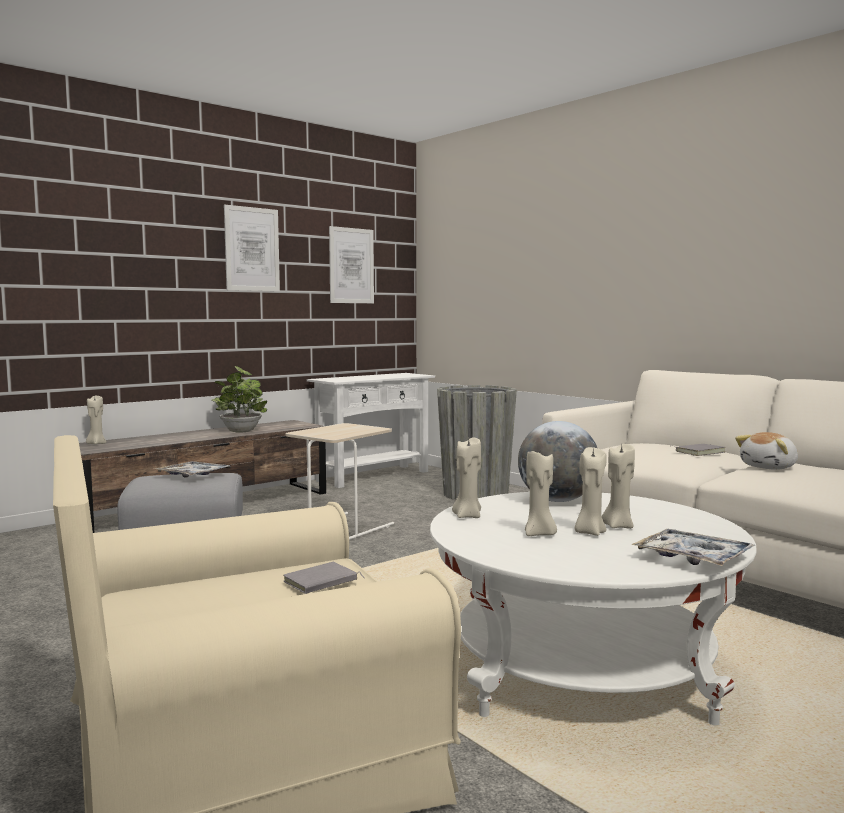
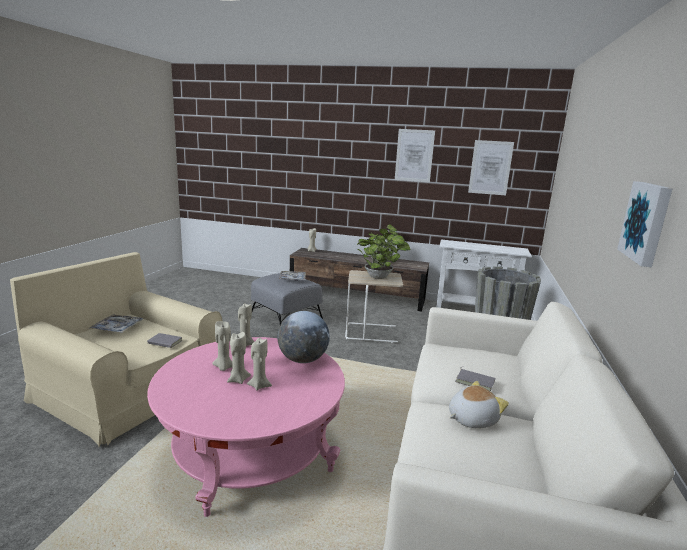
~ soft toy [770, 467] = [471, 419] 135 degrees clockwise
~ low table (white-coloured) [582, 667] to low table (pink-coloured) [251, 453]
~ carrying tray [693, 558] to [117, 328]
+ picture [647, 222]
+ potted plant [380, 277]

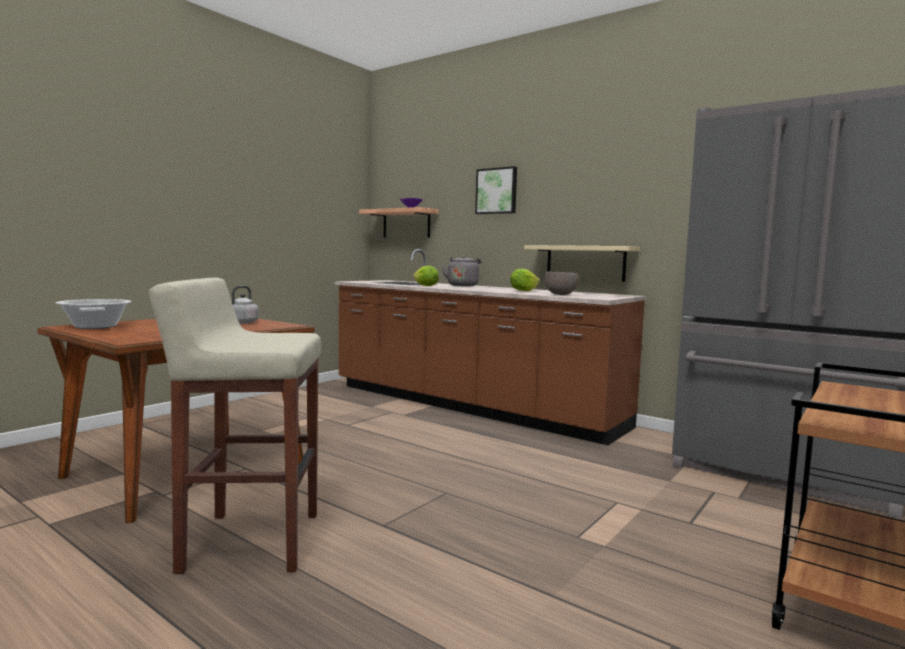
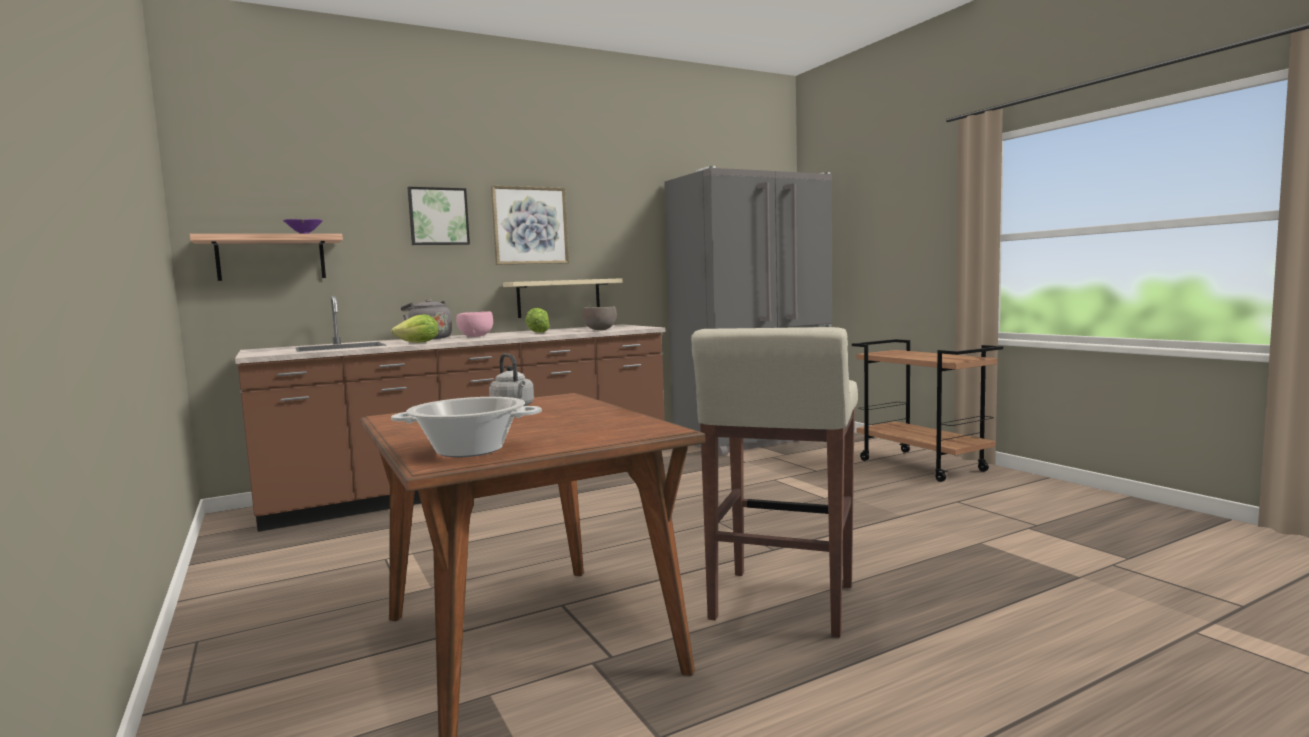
+ picture [530, 225]
+ serving bowl (pink-coloured) [476, 336]

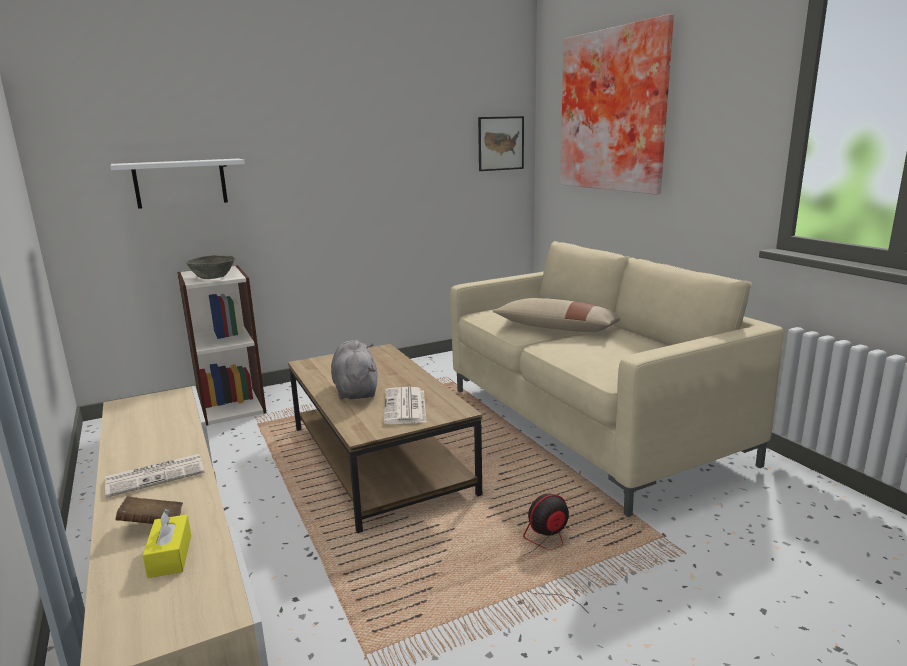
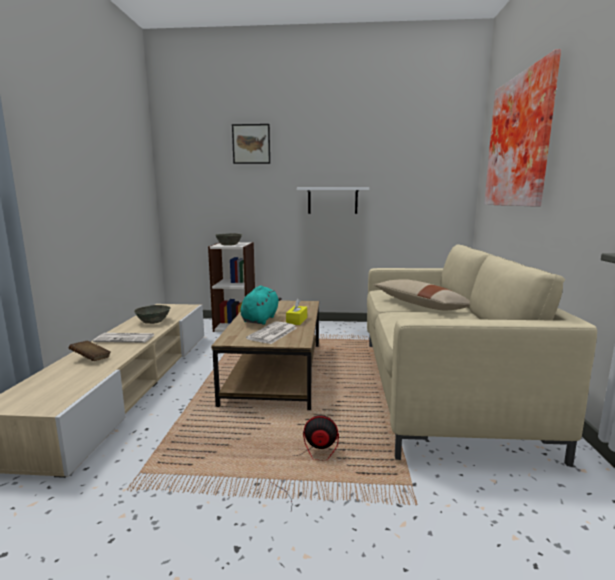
~ picture [500, 143] to [251, 144]
~ shelf (white-coloured) [180, 183] to [332, 200]
~ soft toy (gray) [355, 390] to soft toy (turquoise) [260, 319]
~ tissue box (yellow-coloured) [170, 556] to [296, 320]
+ serving bowl (gray) [153, 321]

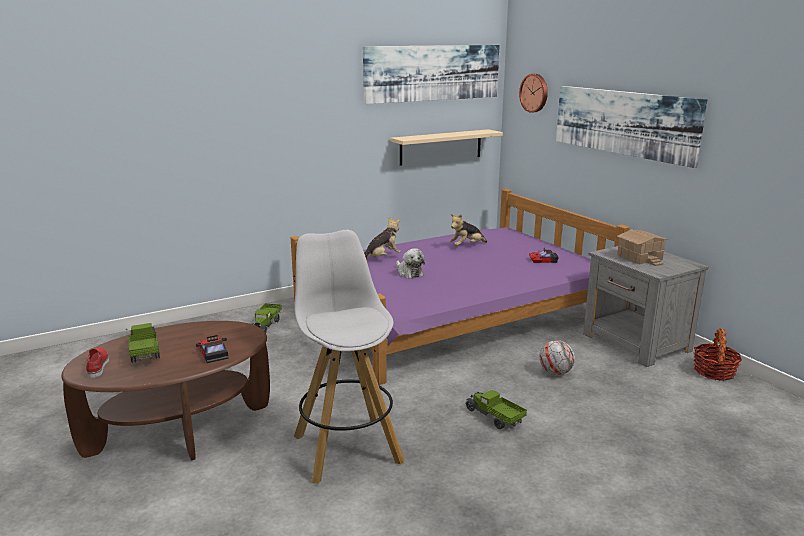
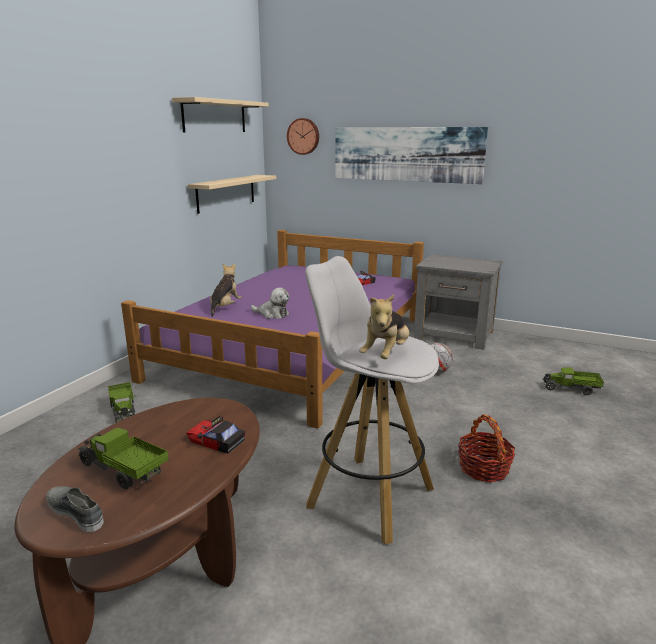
~ picture [433, 73] to shelf (sand-coloured) [214, 116]
~ soft toy [467, 246] to [386, 354]
- toy house [640, 257]
~ household basket [714, 372] to [484, 468]
~ item of footwear (red-coloured) [97, 365] to item of footwear (gray) [76, 512]
~ toy truck [494, 418] to [571, 389]

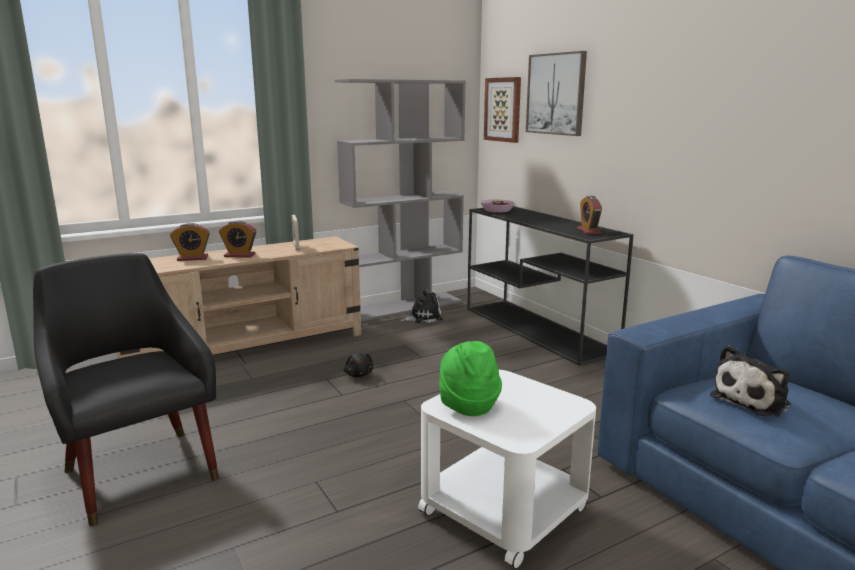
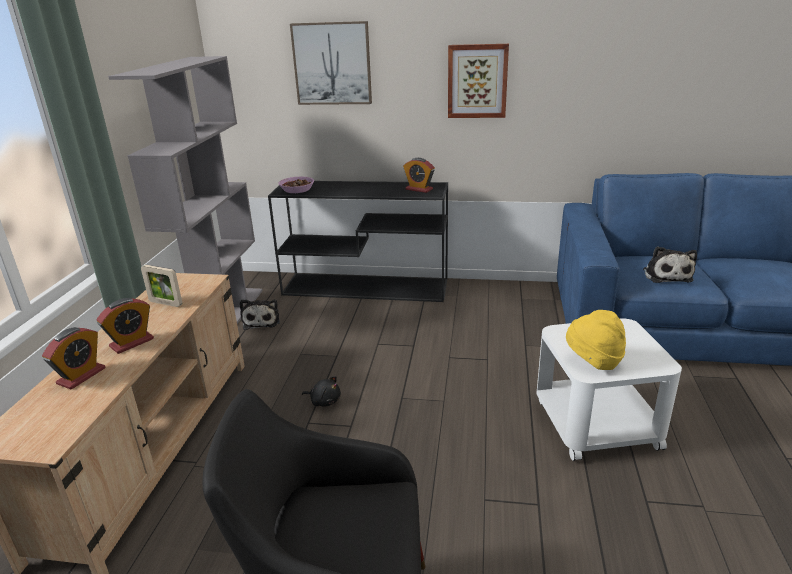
~ picture [503, 109] to [477, 81]
~ soft toy [423, 317] = [261, 321] 150 degrees clockwise
~ hat (green) [467, 404] to hat (yellow-coloured) [593, 361]

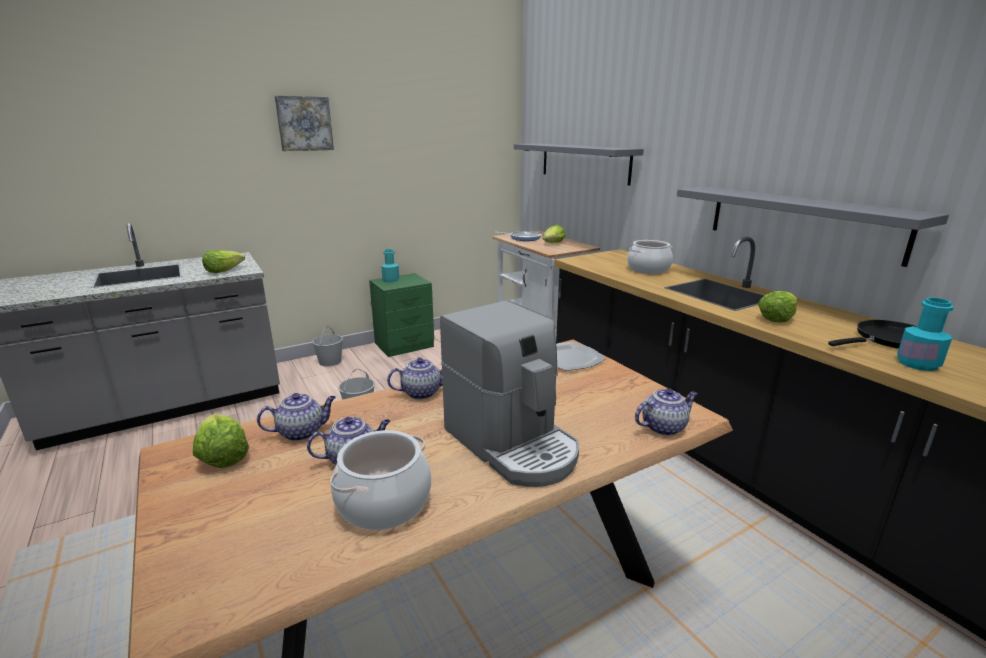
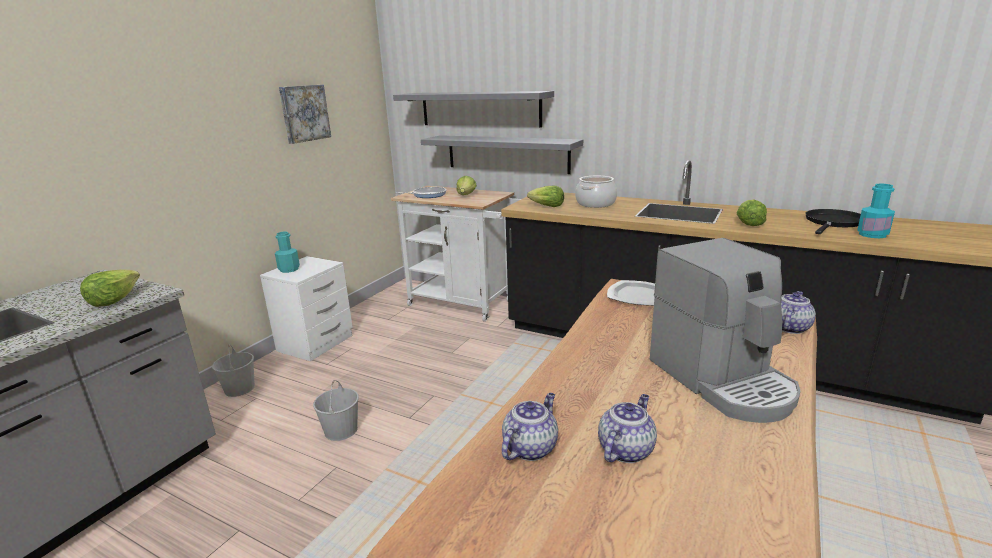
~ picture [304, 123] to [304, 113]
~ shelf (gray) [801, 222] to [507, 153]
~ bedside table (green) [405, 345] to bedside table (white-coloured) [317, 343]
~ coffee brewer [513, 444] = [722, 380] 45 degrees clockwise
- teapot [422, 392]
~ lettuce [222, 456] to [546, 206]
- stockpot [384, 502]

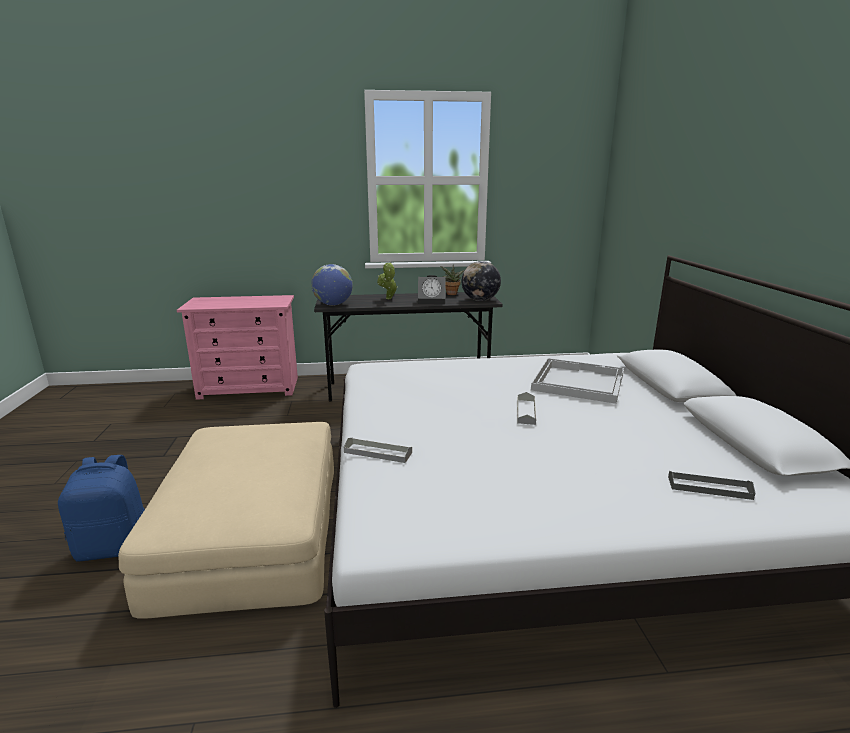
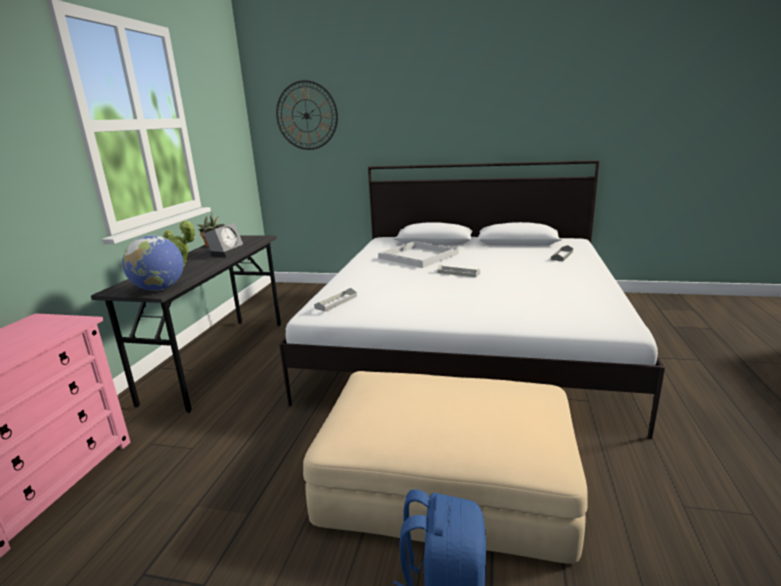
- desk globe [480, 300]
~ carrying tray (gray) [378, 452] to [336, 302]
+ clock on the wall [306, 115]

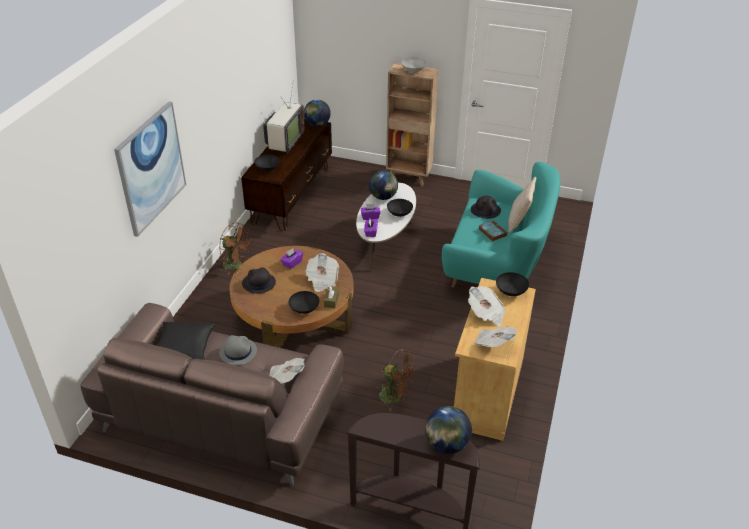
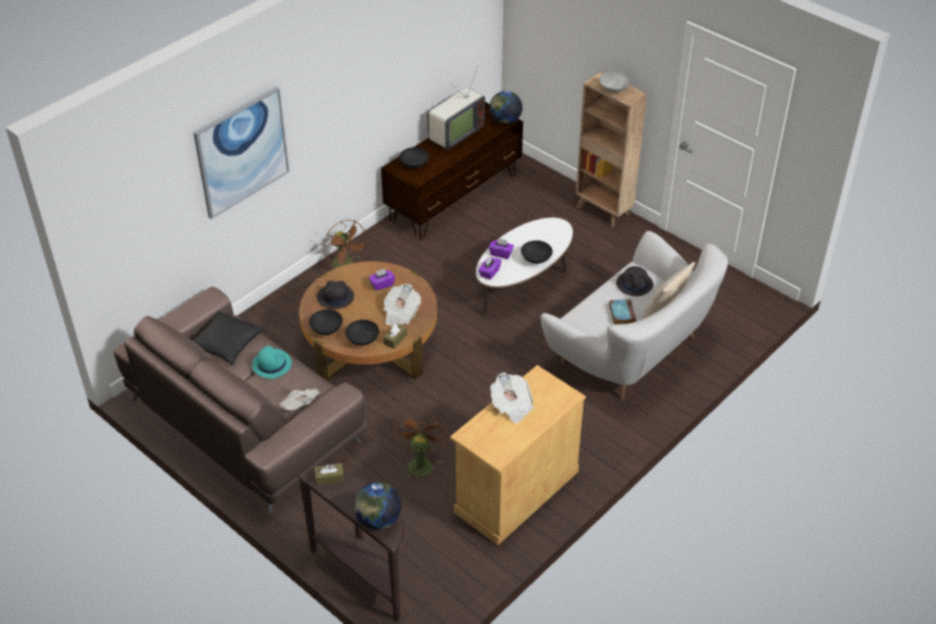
~ sofa (turquoise) [497, 264] to sofa (white-coloured) [631, 351]
- desk globe [383, 197]
~ serving bowl (black-coloured) [510, 292] to [326, 330]
- printed paper [493, 344]
~ hat (gray) [238, 351] to hat (turquoise) [271, 364]
~ cooling fan (brown-coloured) [395, 397] = [419, 462] 135 degrees counterclockwise
+ tissue box (brown-coloured) [329, 478]

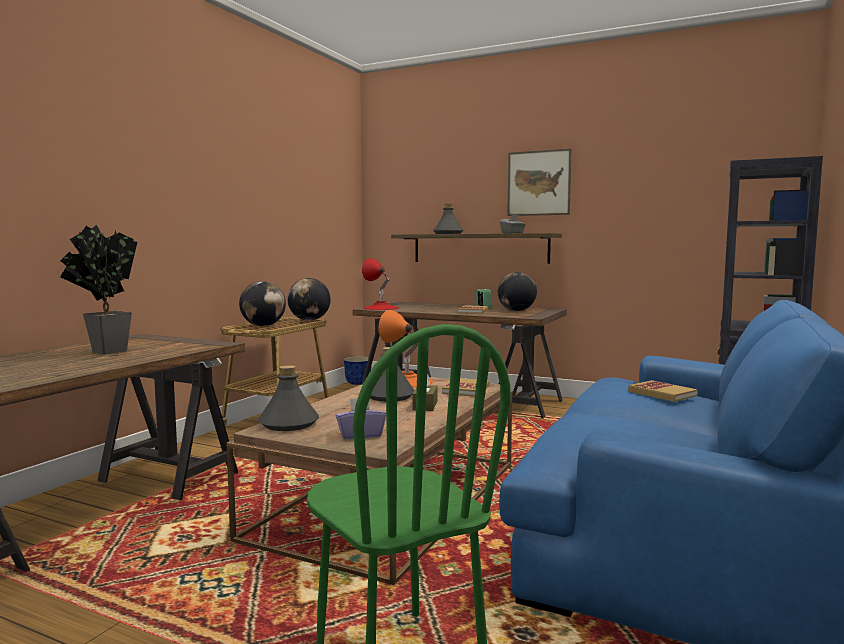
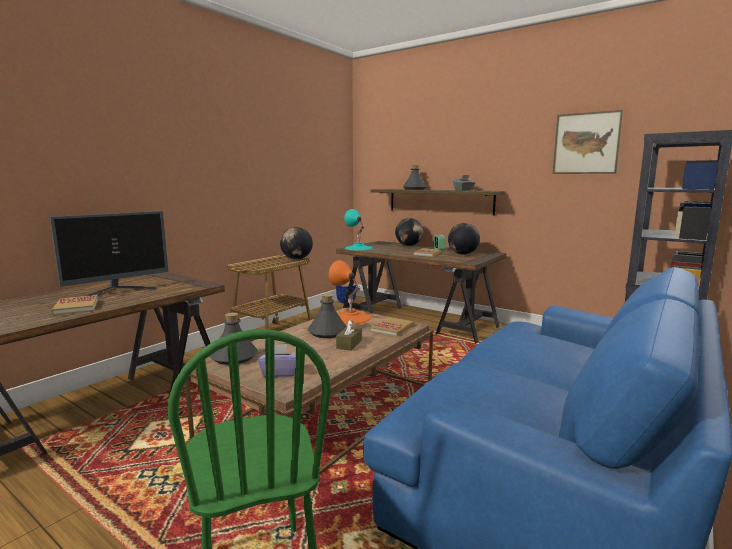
~ picture [538, 183] to [586, 143]
~ potted plant [103, 352] to computer screen [118, 291]
~ table lamp (red-coloured) [381, 308] to table lamp (turquoise) [358, 248]
~ desk globe [263, 326] to [409, 245]
~ volume [662, 393] to [76, 307]

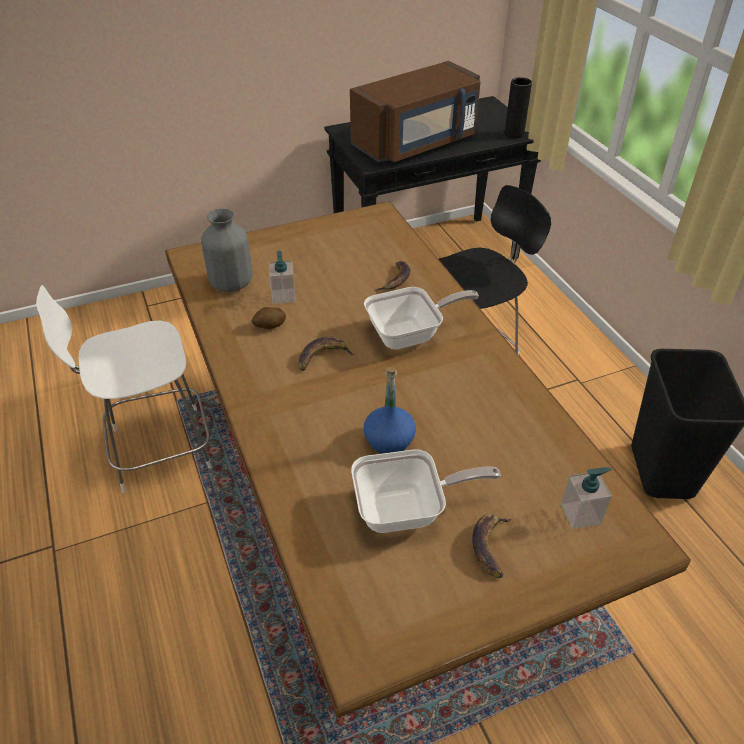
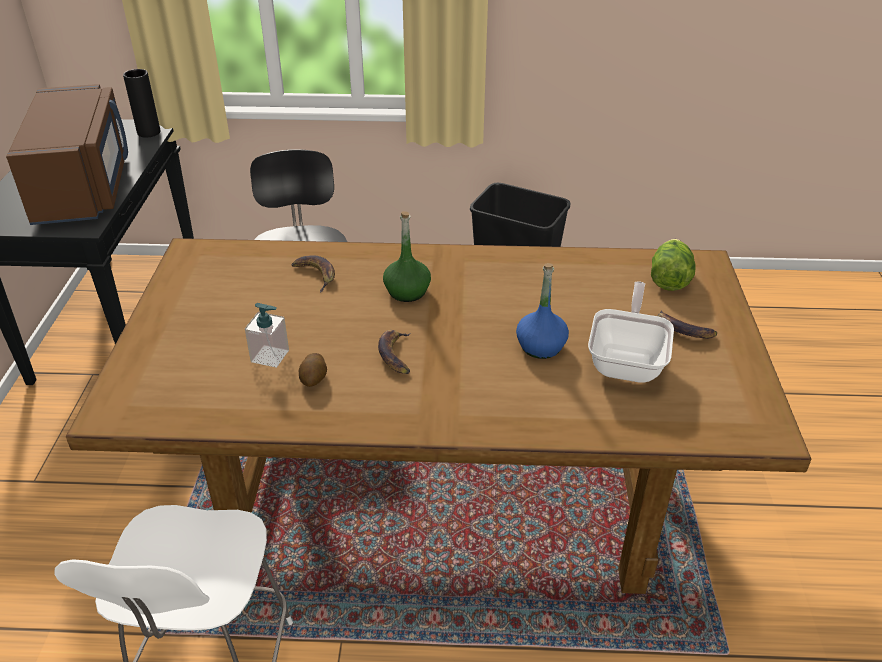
- flower vase (gray) [231, 284]
~ frying pan [410, 335] to beverage bottle (green) [407, 291]
~ soap bottle [581, 514] to lettuce [669, 278]

